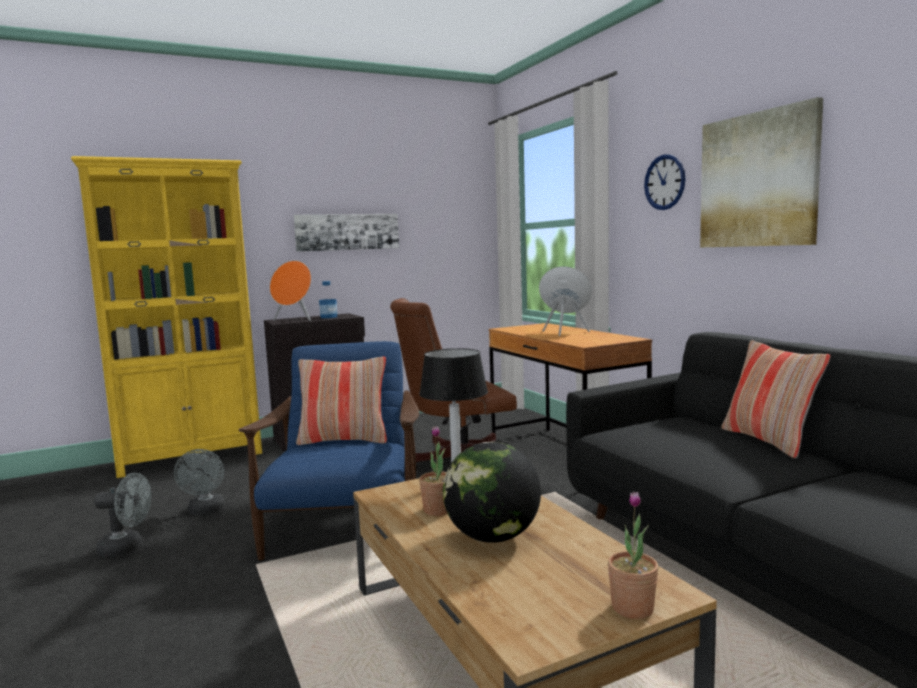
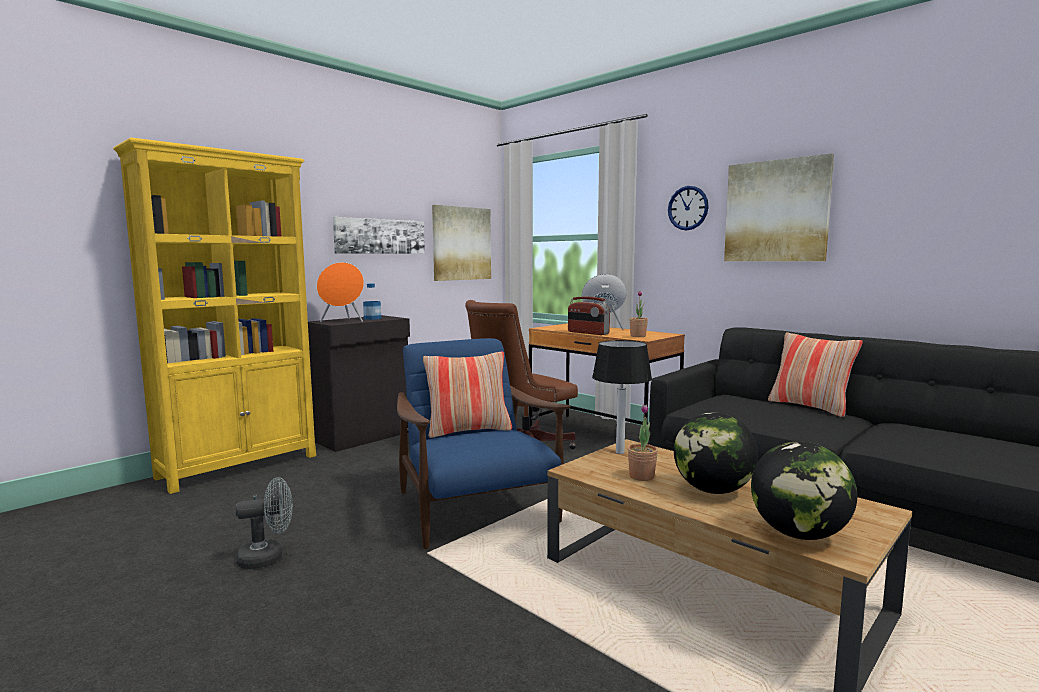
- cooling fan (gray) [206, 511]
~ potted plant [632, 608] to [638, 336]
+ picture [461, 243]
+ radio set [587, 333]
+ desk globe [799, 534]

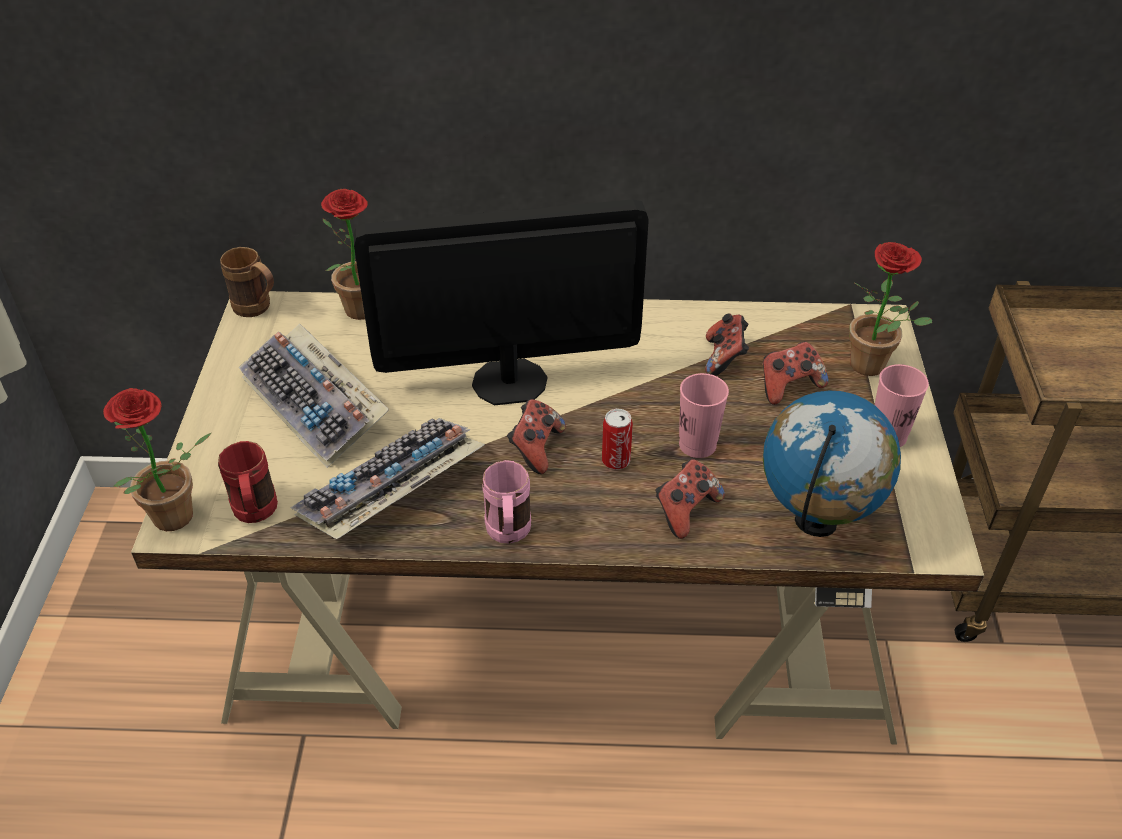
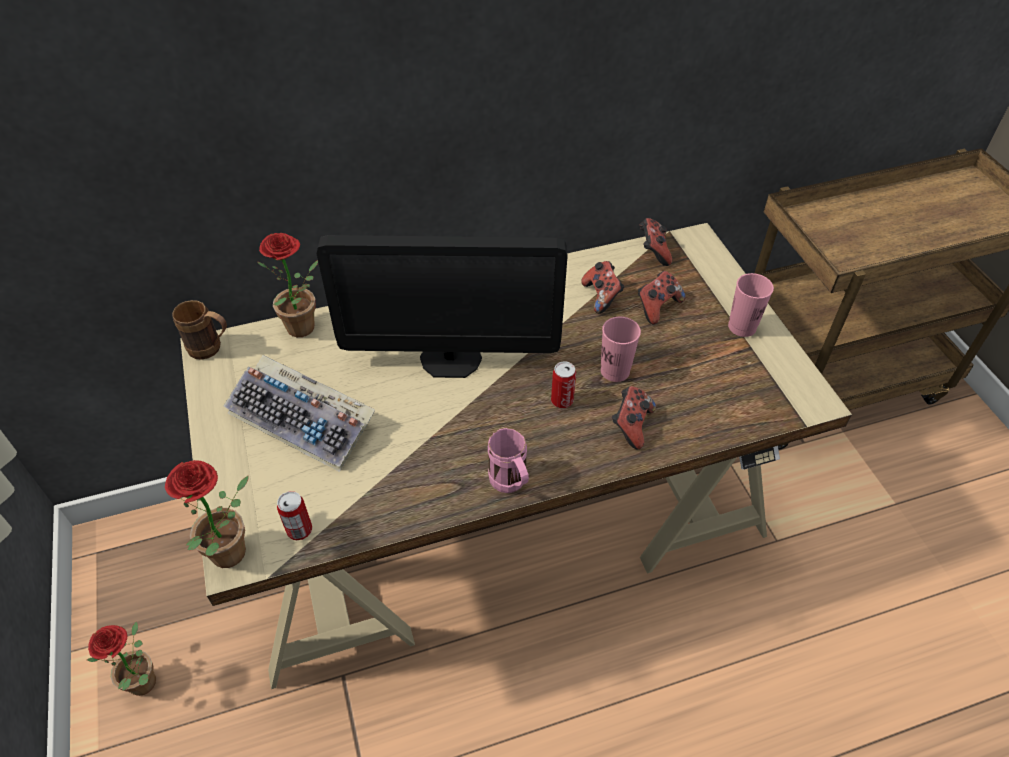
~ computer screen [509, 382] = [451, 358] 150 degrees counterclockwise
~ potted plant [874, 368] to [148, 684]
- desk globe [816, 523]
~ joypad [535, 449] to [653, 252]
- PC keyboard [390, 493]
~ coffee mug (red-coloured) [255, 515] to sealed can [299, 530]

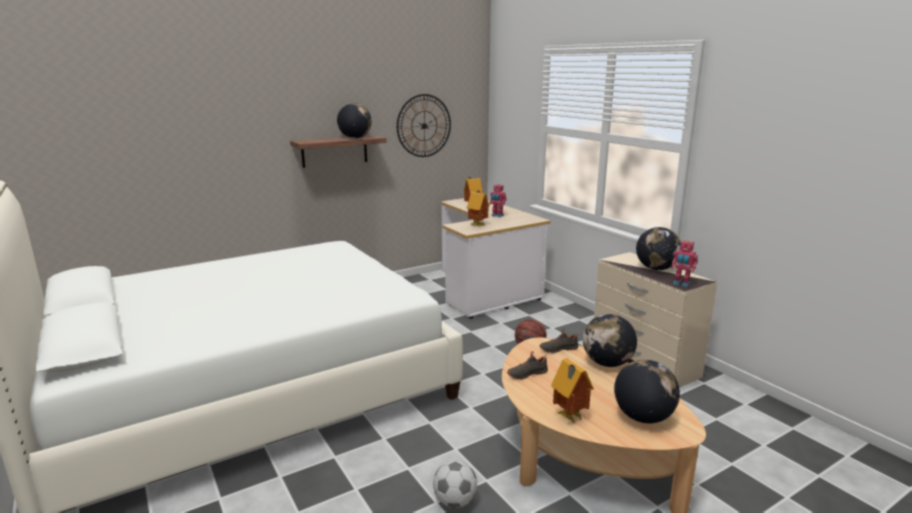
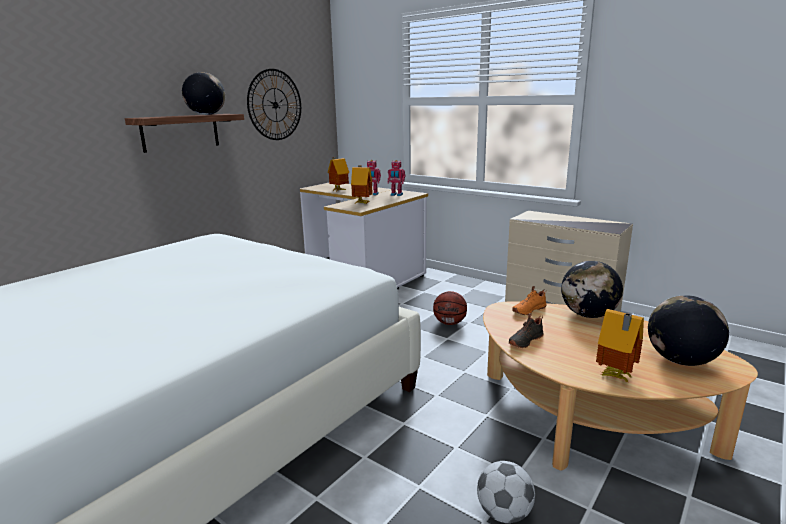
- desk globe [656, 268]
~ model robot [681, 284] to [396, 195]
~ item of footwear (black-coloured) [558, 349] to item of footwear (orangey) [528, 310]

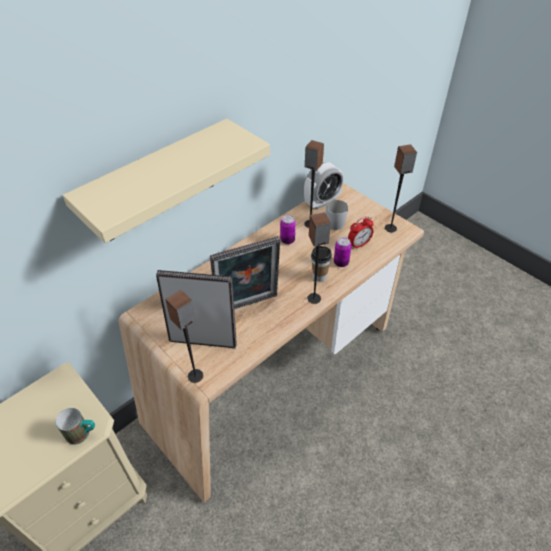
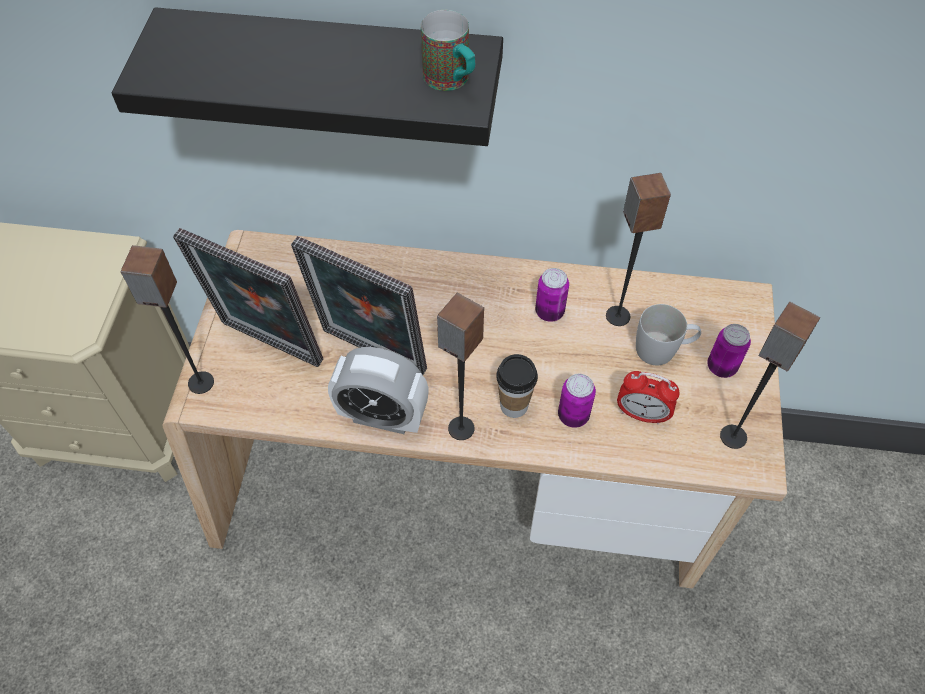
~ shelf (sand-coloured) [158, 183] to shelf (black-coloured) [334, 75]
~ bedside clock [322, 202] to [382, 416]
~ picture frame [203, 339] = [268, 347] 150 degrees clockwise
~ coffee mug [83, 433] to [452, 82]
+ sealed can [721, 367]

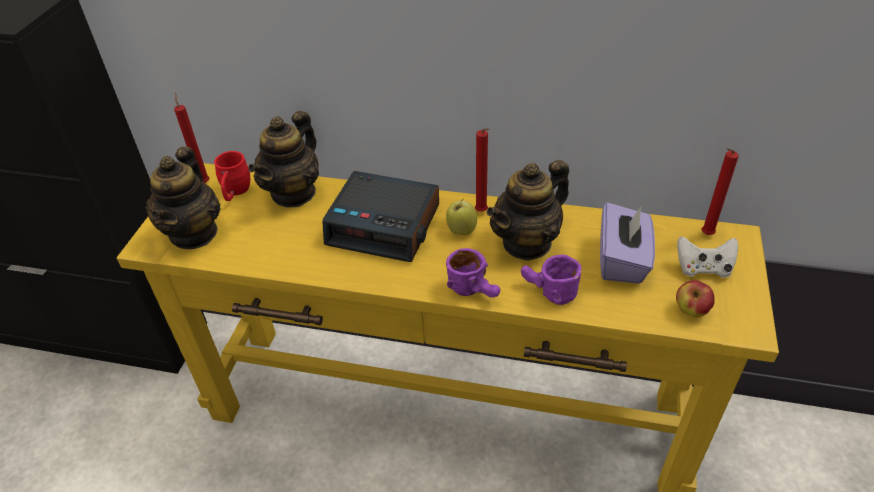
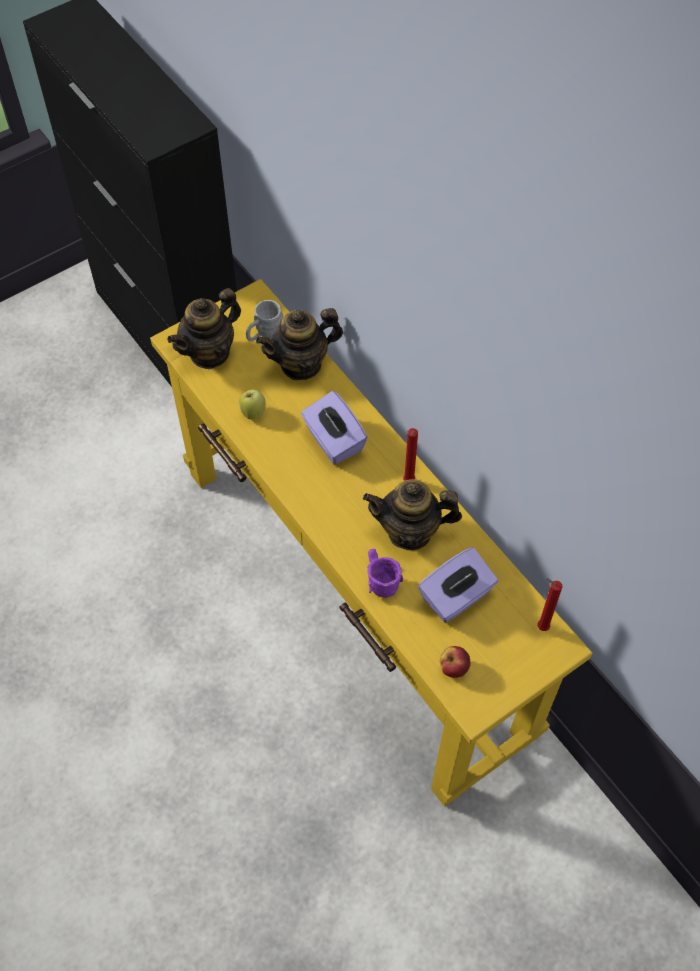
- wax light (red-coloured) [204, 182]
~ coffee mug (red-coloured) [235, 192] to coffee mug (gray) [264, 334]
~ bedside clock [385, 225] to tissue box (purple) [333, 441]
~ whole apple [461, 230] to [253, 412]
- joypad (white-coloured) [703, 268]
- coffee mug (purple) [475, 290]

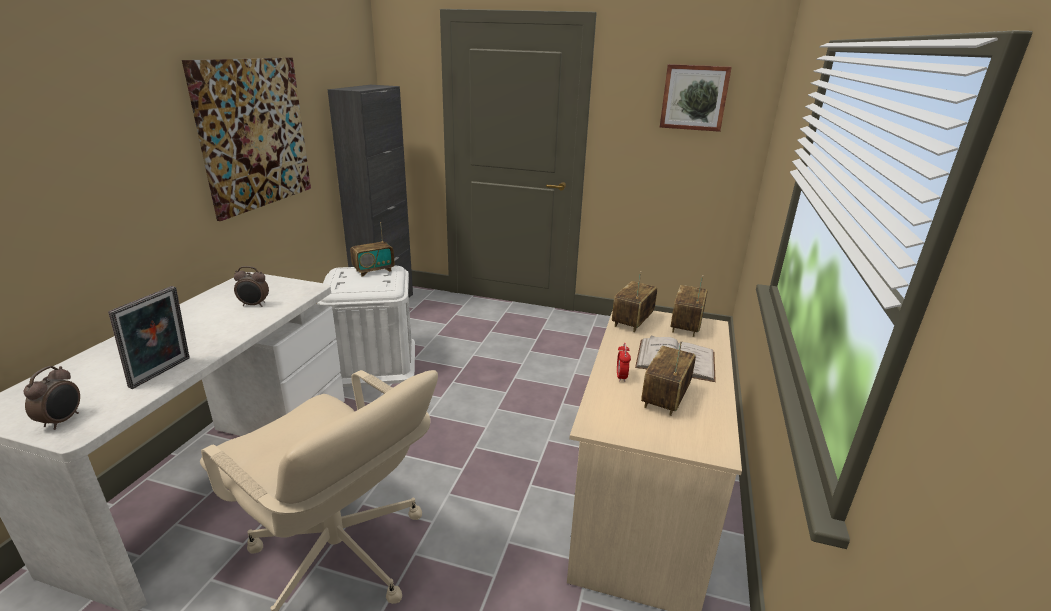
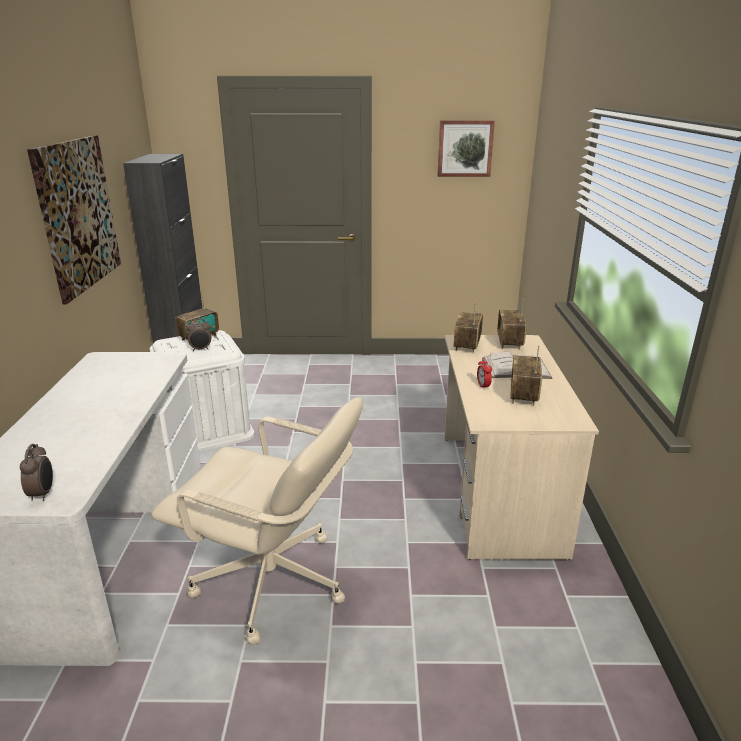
~ bedside clock [254, 305] to [201, 349]
- picture frame [163, 373]

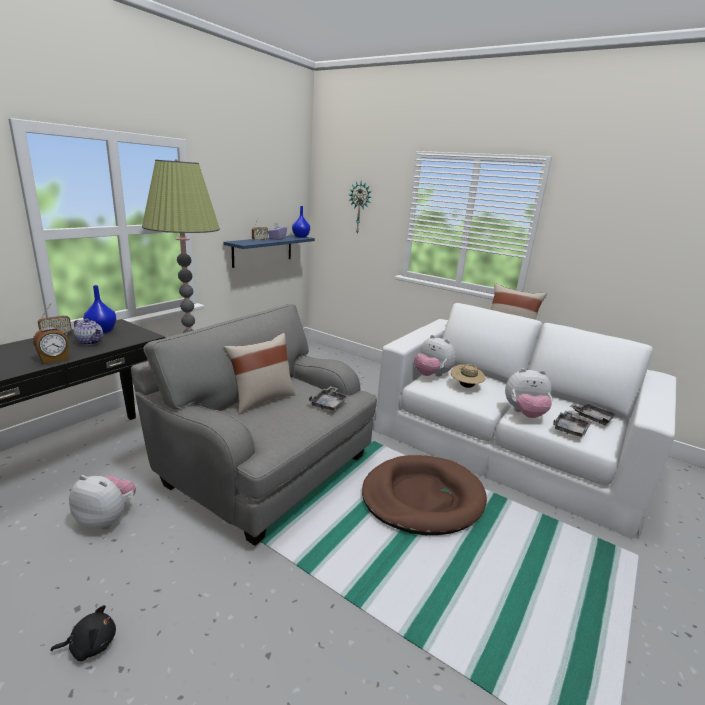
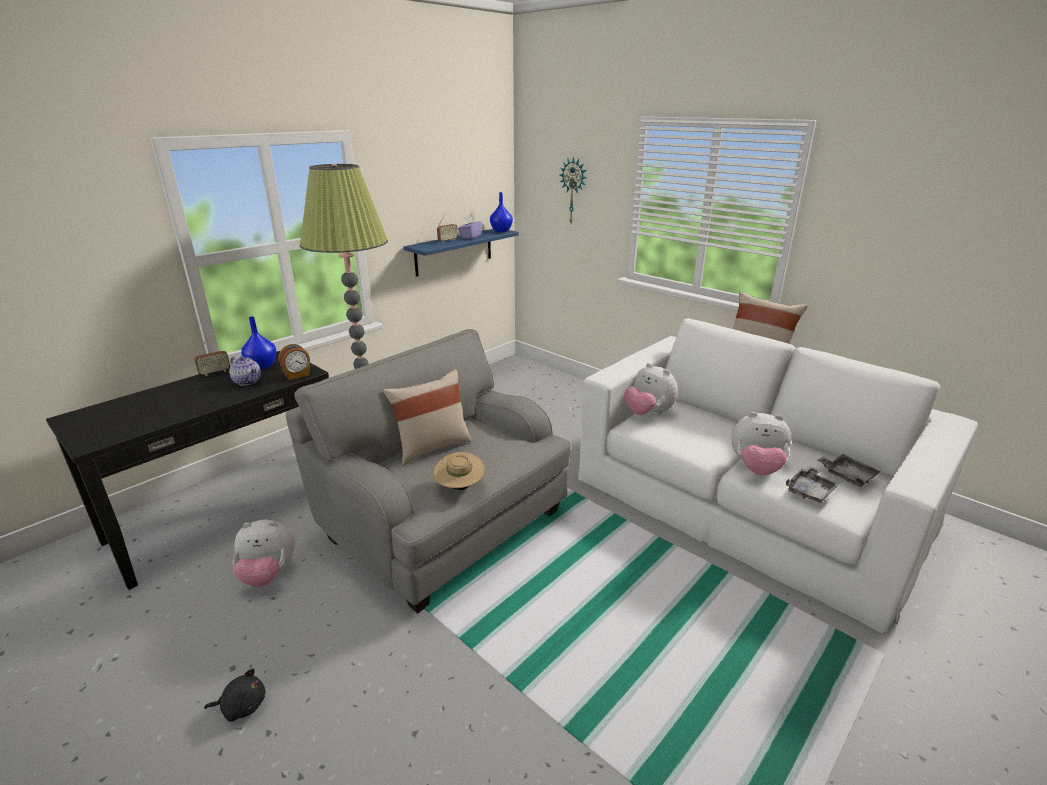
~ bedside clock [54, 359] to [297, 375]
~ hat (sand-coloured) [465, 386] to [459, 487]
- carrying tray (gray) [329, 404]
- dog cushion (brown-coloured) [422, 498]
~ soft toy [107, 519] = [268, 574] 150 degrees clockwise

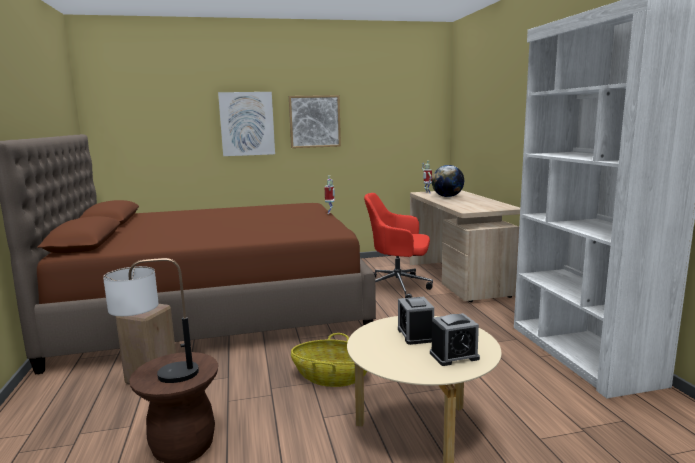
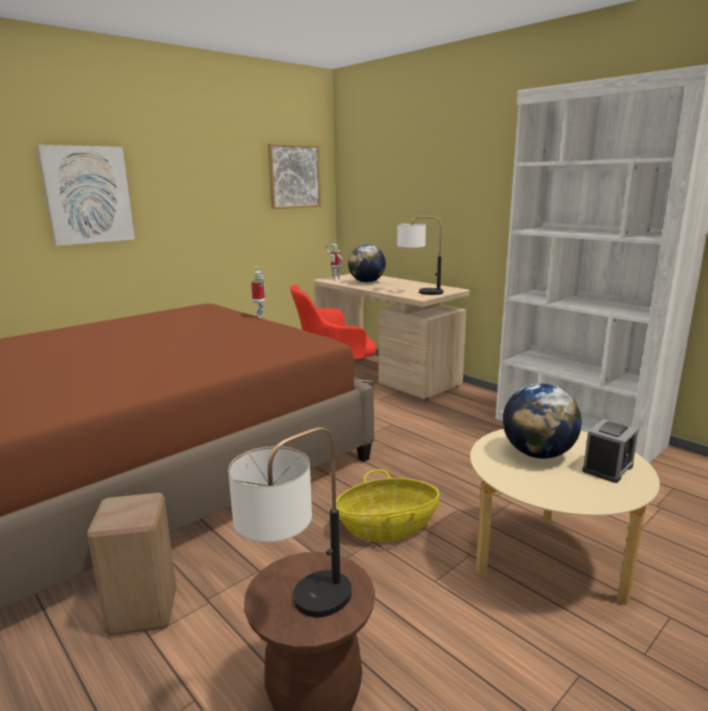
~ picture [314, 121] to [294, 176]
~ bedside clock [415, 335] to desk globe [538, 454]
+ table lamp [418, 292]

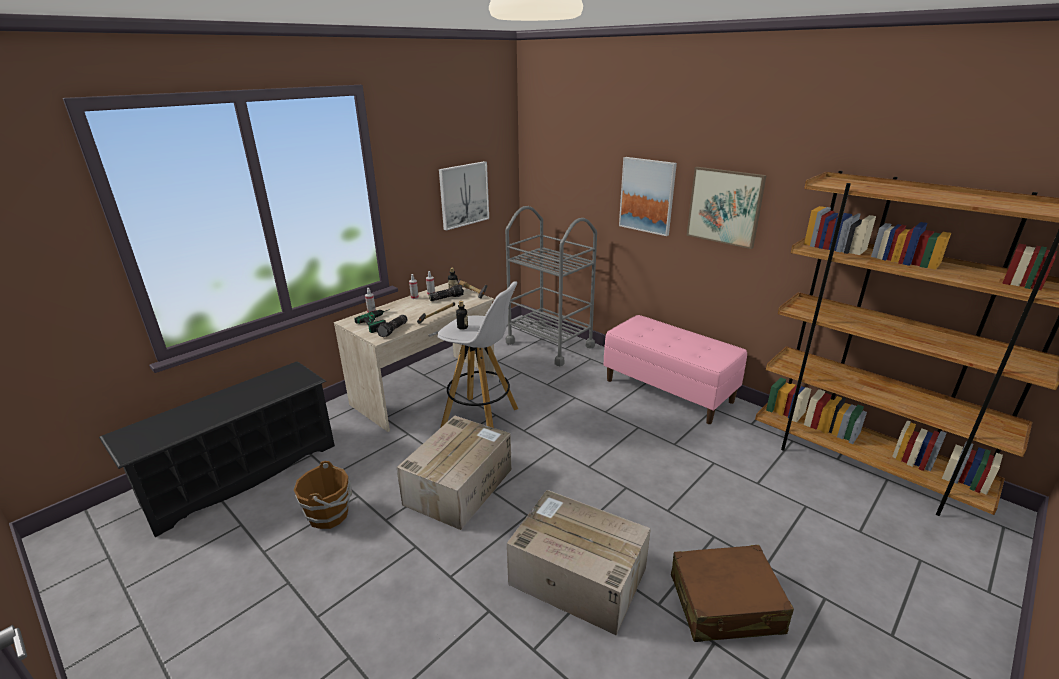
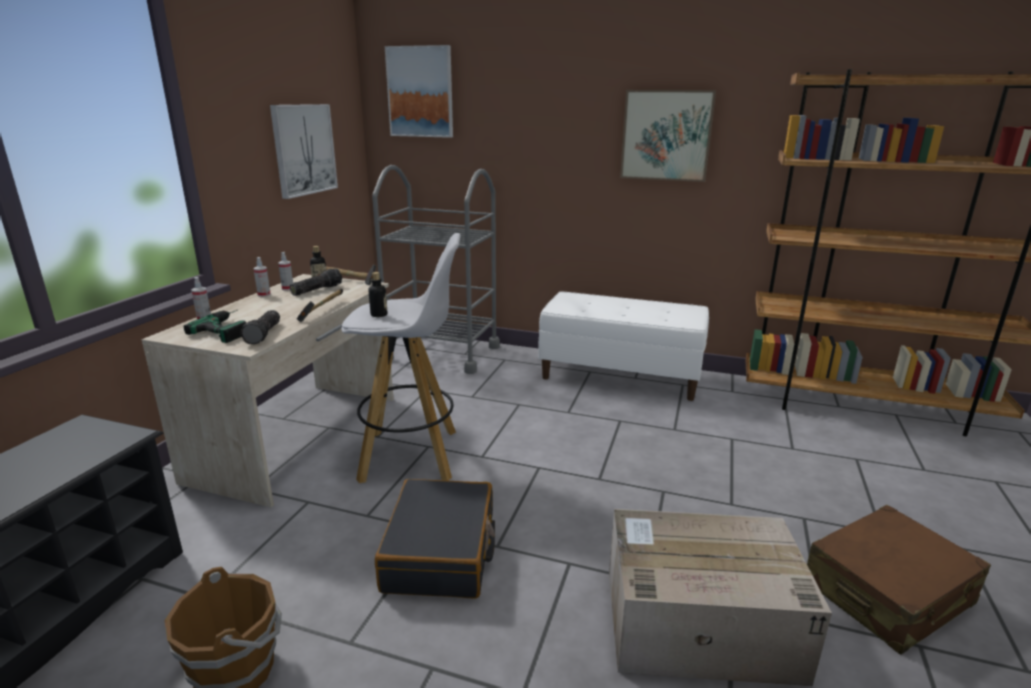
~ picture [647, 195] to [420, 92]
~ long seat (pink-coloured) [669, 390] to long seat (white-coloured) [621, 376]
~ packing box [459, 485] to travel case (black-coloured) [441, 552]

